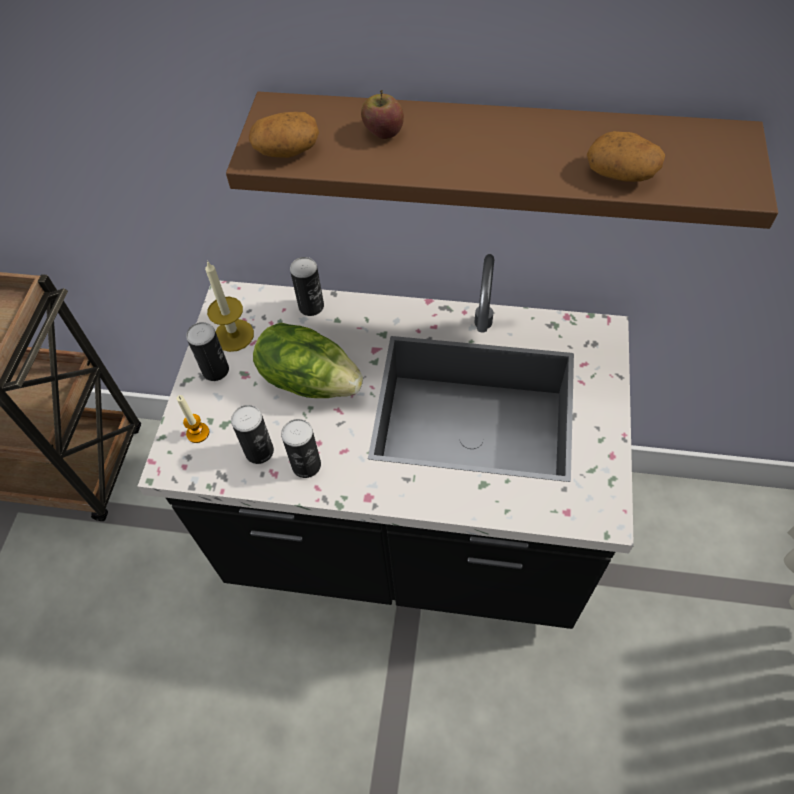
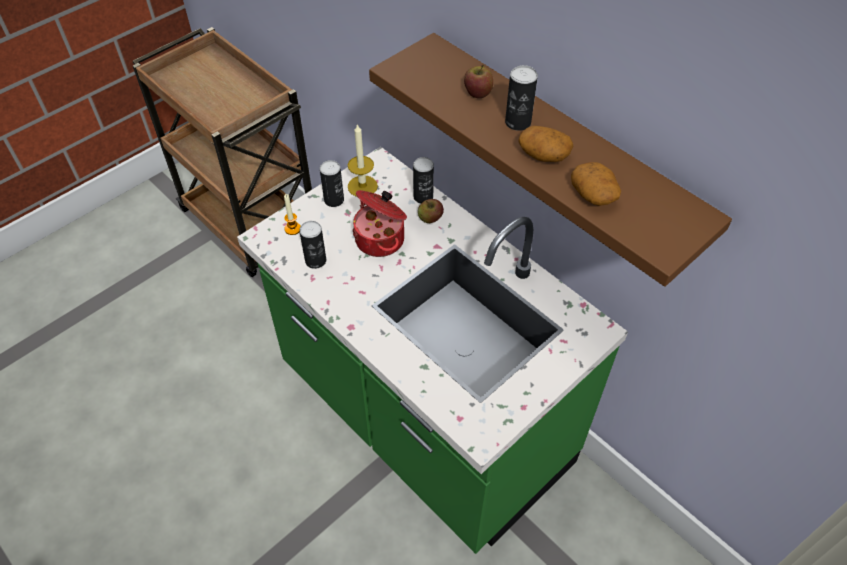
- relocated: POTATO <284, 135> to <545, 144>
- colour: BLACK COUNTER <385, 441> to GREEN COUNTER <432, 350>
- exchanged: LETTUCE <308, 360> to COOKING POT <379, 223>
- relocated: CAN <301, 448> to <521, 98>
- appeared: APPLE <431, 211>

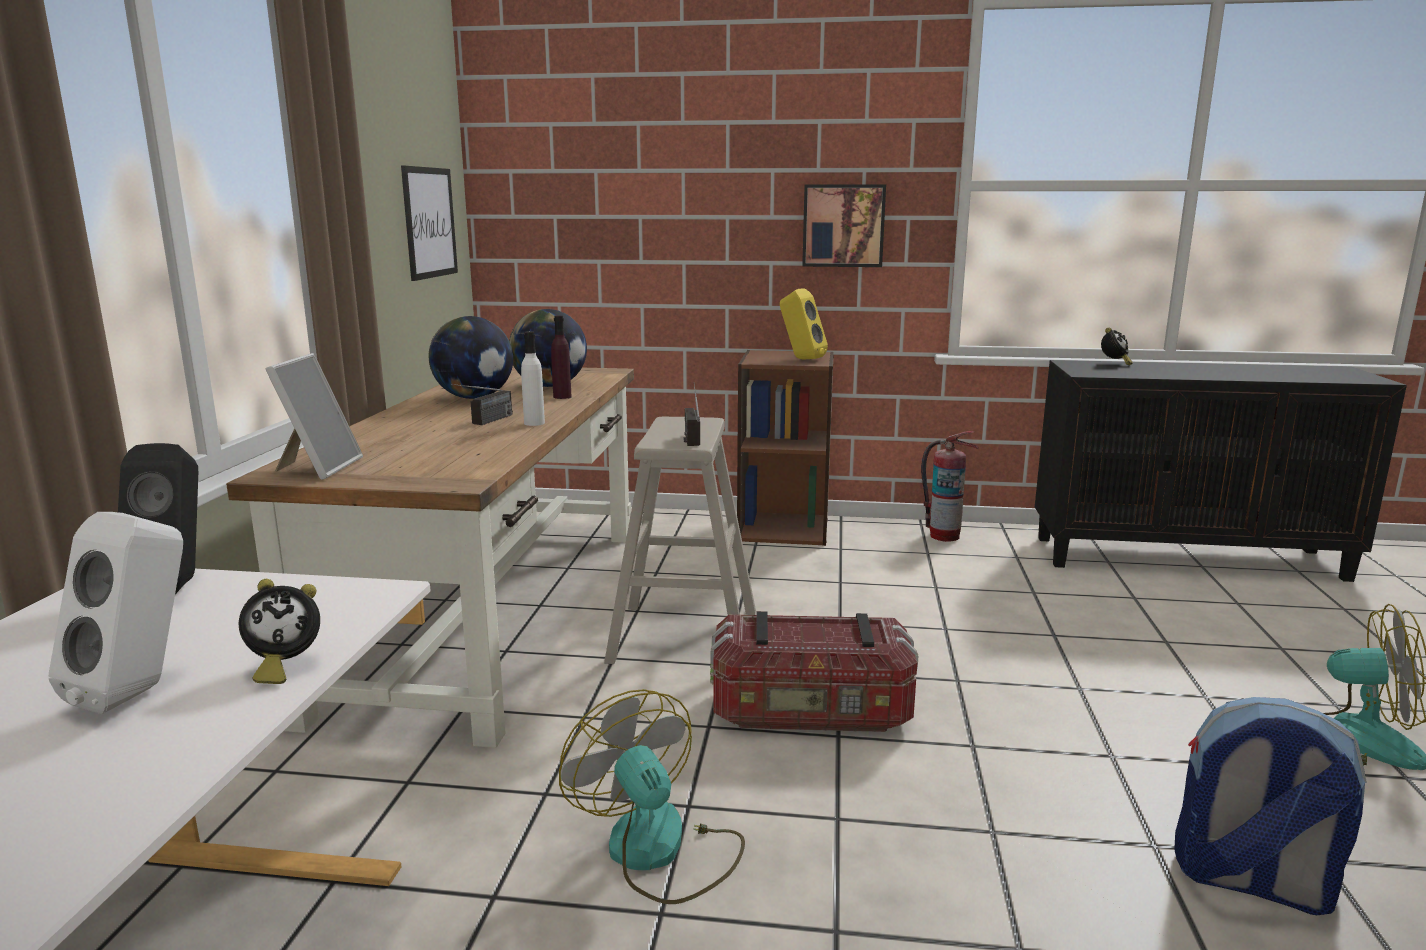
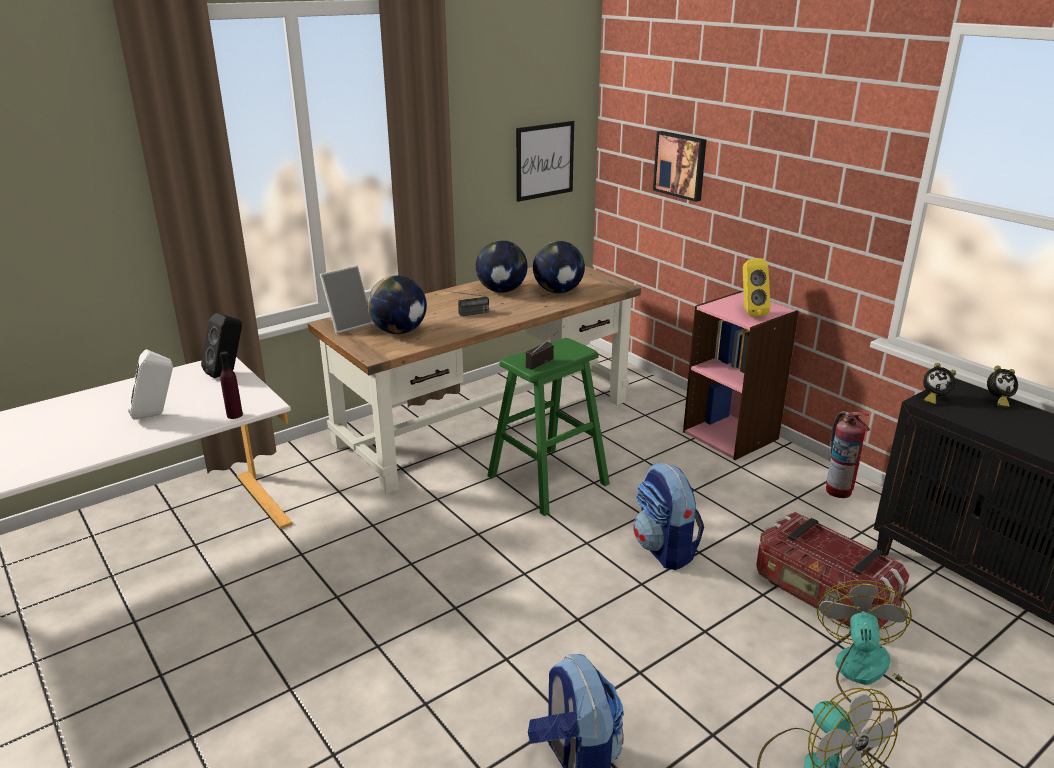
- relocated: PICTURE <844, 225> to <679, 166>
- relocated: PURPLE BOTTLE <561, 357> to <231, 385>
- missing: WHITE BOTTLE <533, 378>
- colour: BROWN BOOKCASE <785, 448> to PINK BOOKCASE <741, 375>
- colour: BEIGE STOOL <680, 540> to GREEN STOOL <548, 427>
- relocated: ALARM CLOCK <279, 631> to <939, 384>
- relocated: STORAGE BOX <814, 671> to <832, 570>
- relocated: FAN <652, 796> to <869, 645>
- appeared: GLOBE <397, 304>
- appeared: BACKPACK <669, 516>

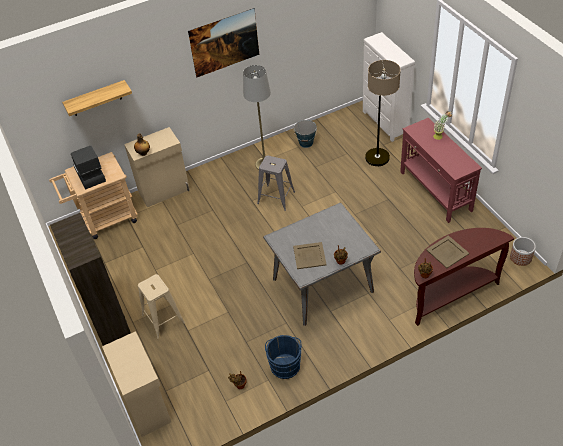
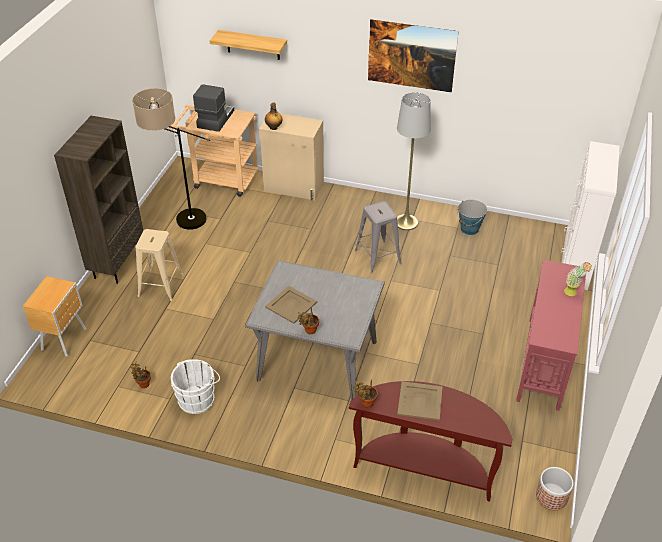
- relocated: FLOOR LAMP <383, 113> to <171, 159>
- exchanged: BEIGE CABINET <136, 384> to BROWN NIGHTSTAND <54, 316>
- colour: BLUE BUCKET <283, 357> to WHITE BUCKET <195, 386>

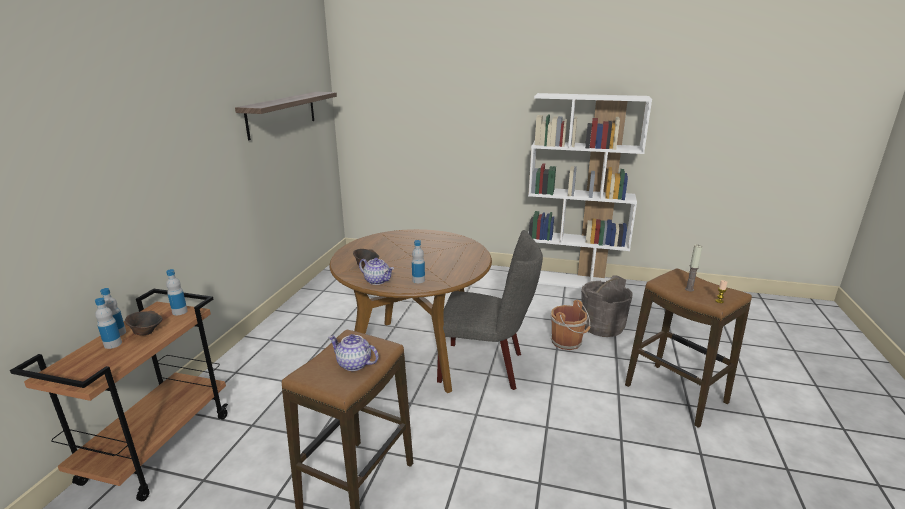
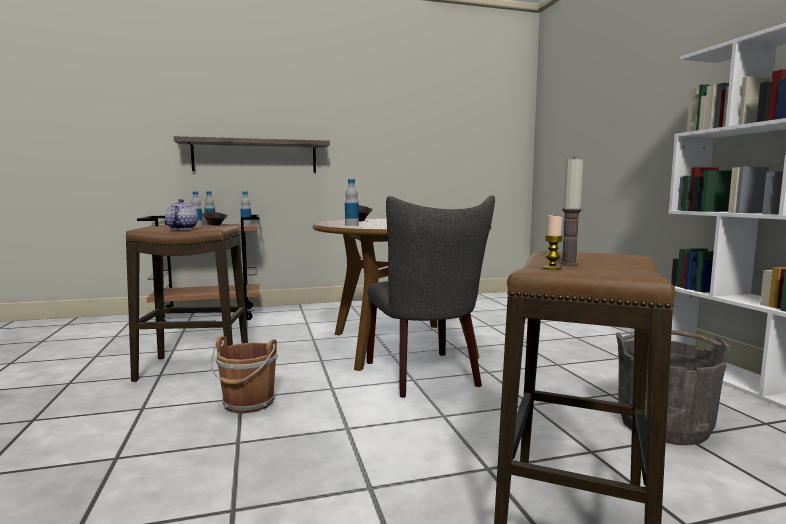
- relocated: SHELF <286, 116> to <251, 154>
- missing: TEAPOT <376, 271>
- relocated: BROWN BUCKET <570, 325> to <244, 374>

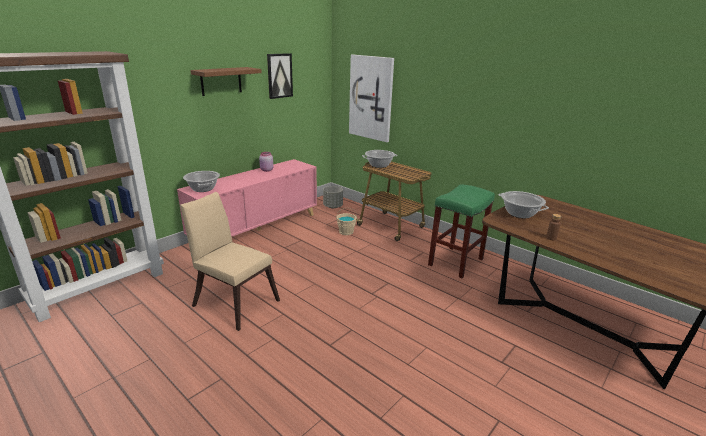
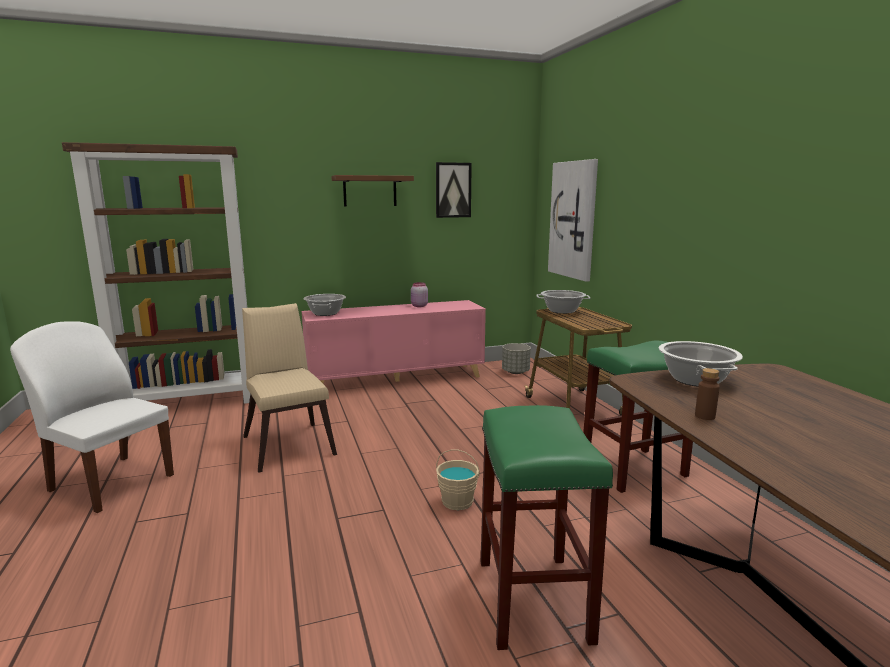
- relocated: BEIGE BUCKET <346, 221> to <458, 480>
- appeared: WHITE CHAIR <92, 417>
- appeared: GREEN STOOL <547, 527>

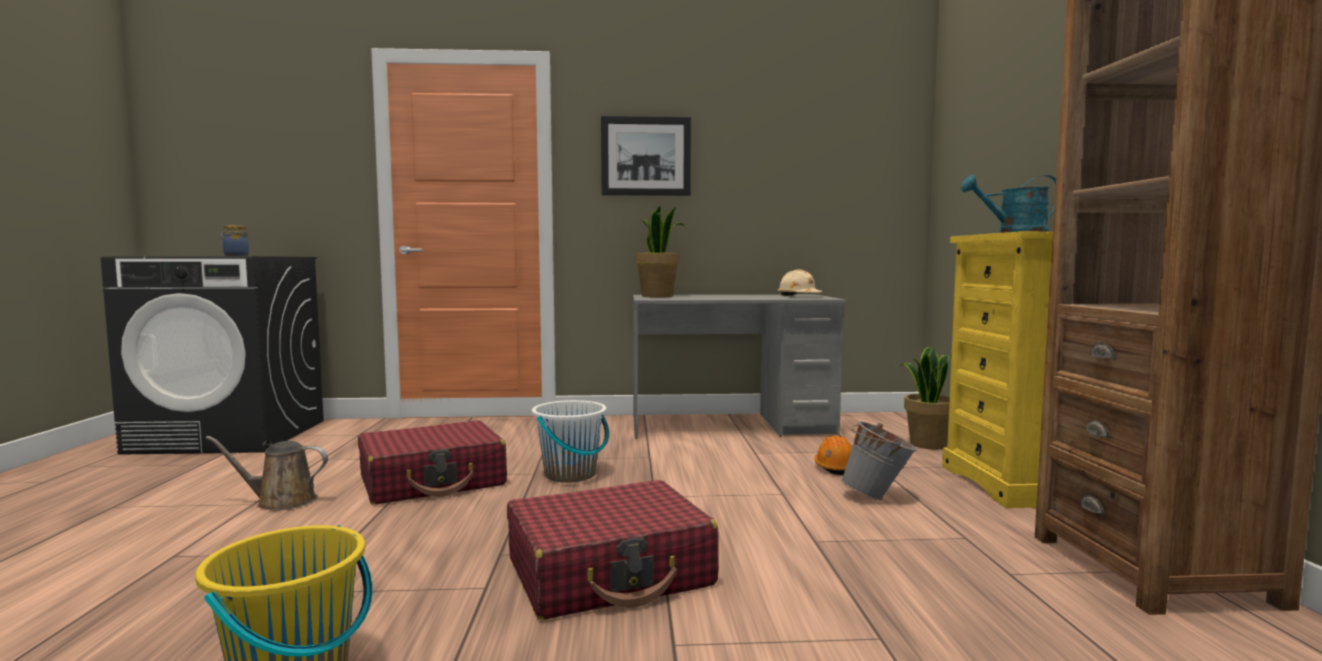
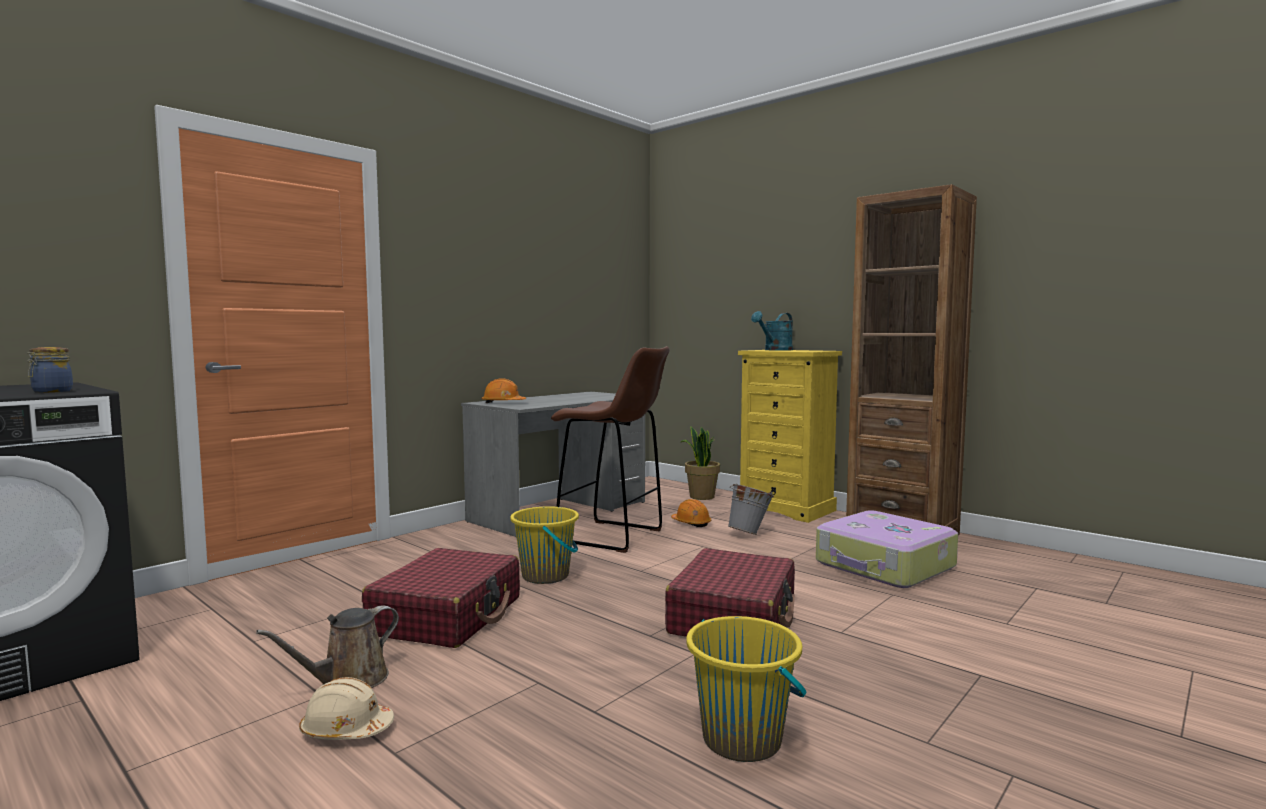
- missing: PICTURE <646, 156>
- exchanged: POTTED PLANT <659, 251> to ORANGE HARD HAT <504, 390>
- relocated: BEIGE HARD HAT <799, 283> to <346, 708>
- colour: WHITE BUCKET <570, 441> to YELLOW BUCKET <544, 545>
- appeared: BROWN STOOL <610, 449>
- appeared: SUITCASE <887, 549>

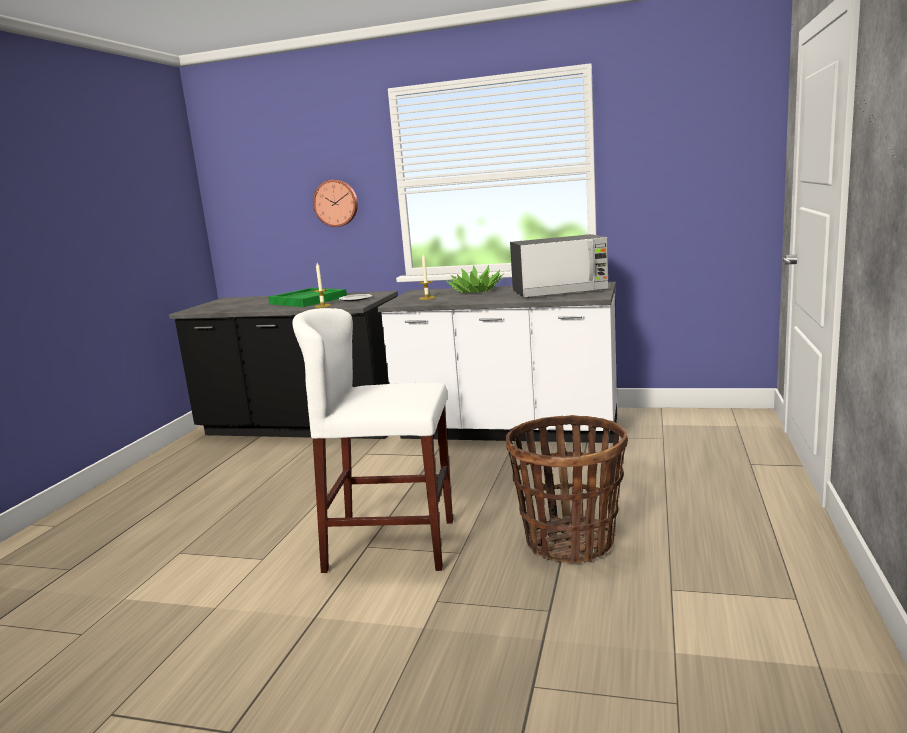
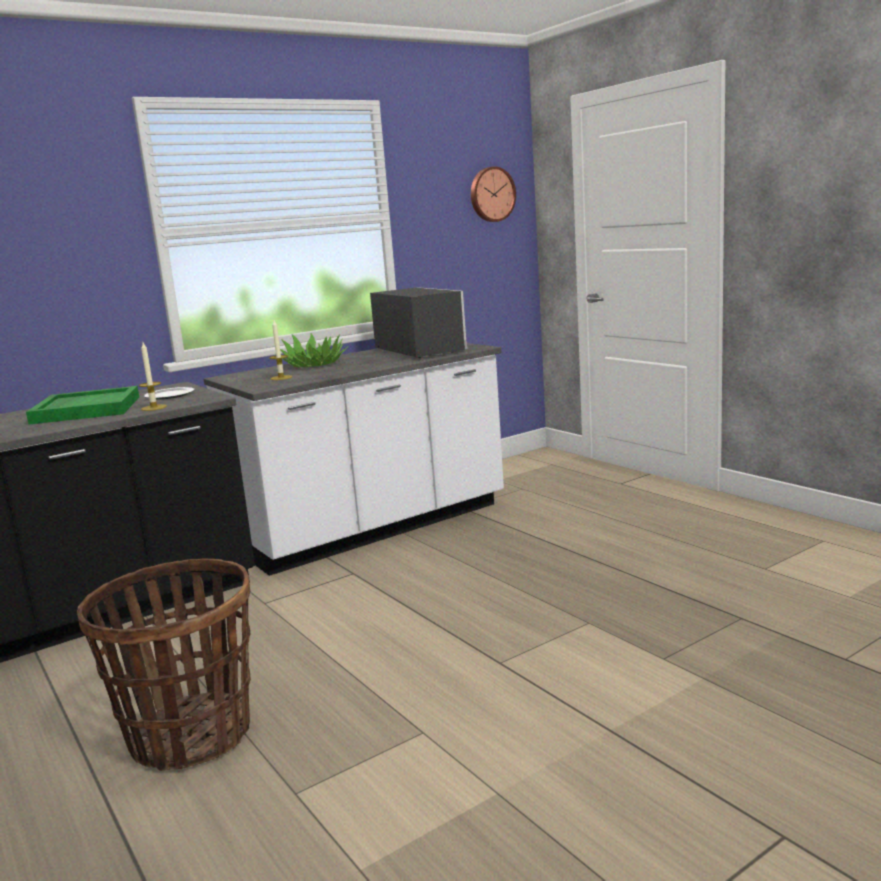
- relocated: WALL CLOCK <335, 203> to <493, 194>
- spun: MICROWAVE <559, 265> = <419, 322> 60 degrees counterclockwise
- missing: WHITE STOOL <373, 440>
- relocated: BASKET <567, 489> to <164, 664>

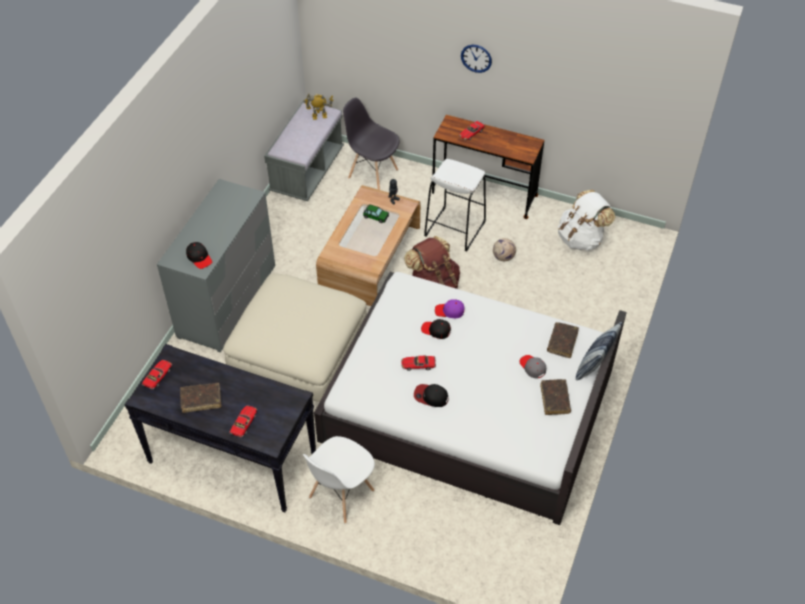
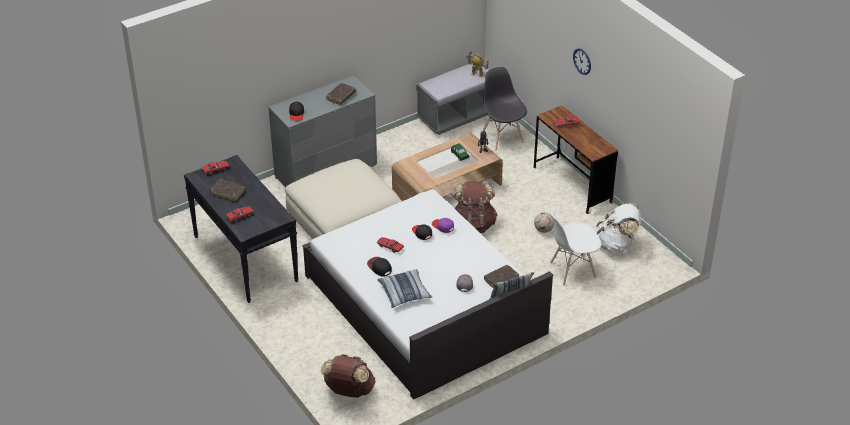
- missing: WHITE STOOL <455, 205>
- relocated: BROWN BOOK <555, 397> to <341, 94>
- relocated: WHITE CHAIR <339, 479> to <575, 248>
- appeared: PILLOW <404, 288>
- appeared: BROWN BACKPACK <348, 376>

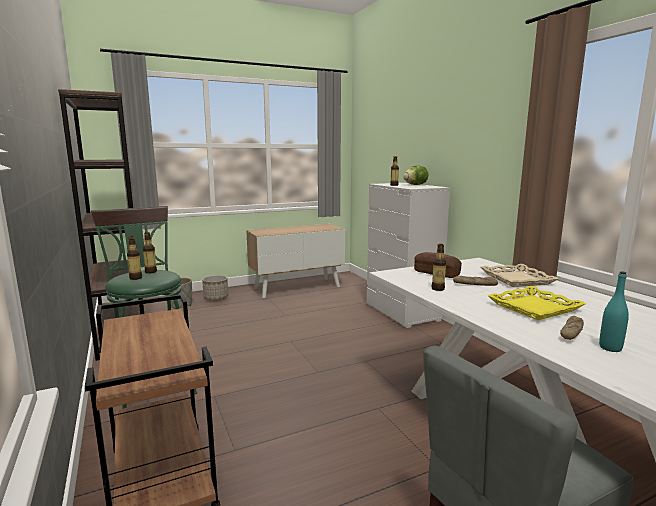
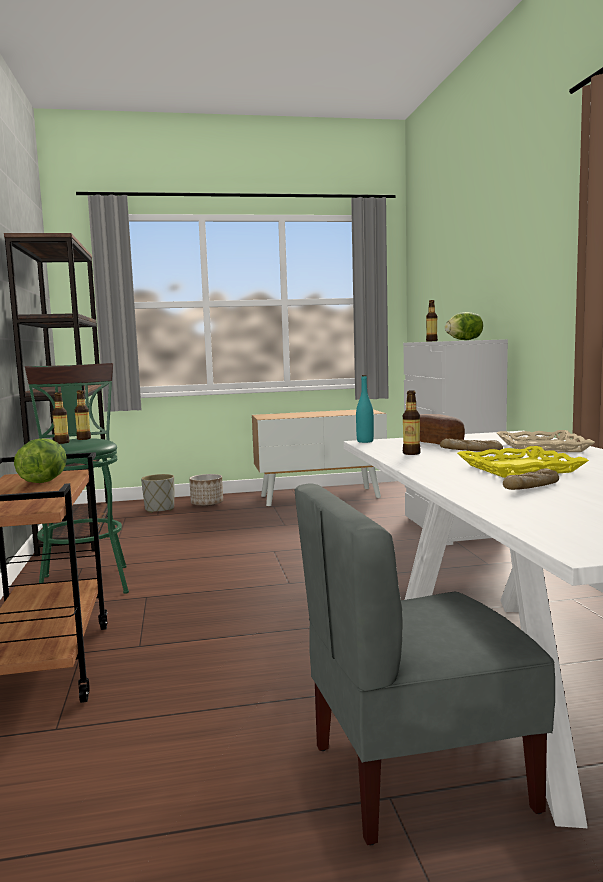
- relocated: TURQUOISE BOTTLE <614, 311> to <365, 409>
- appeared: LETTUCE <40, 460>

